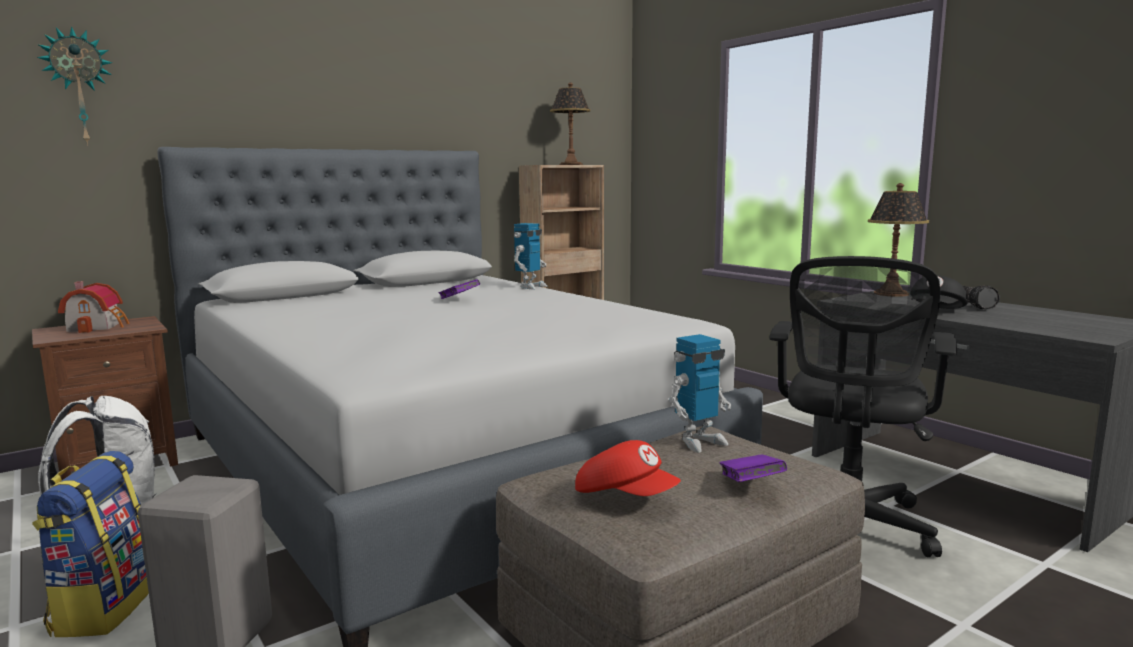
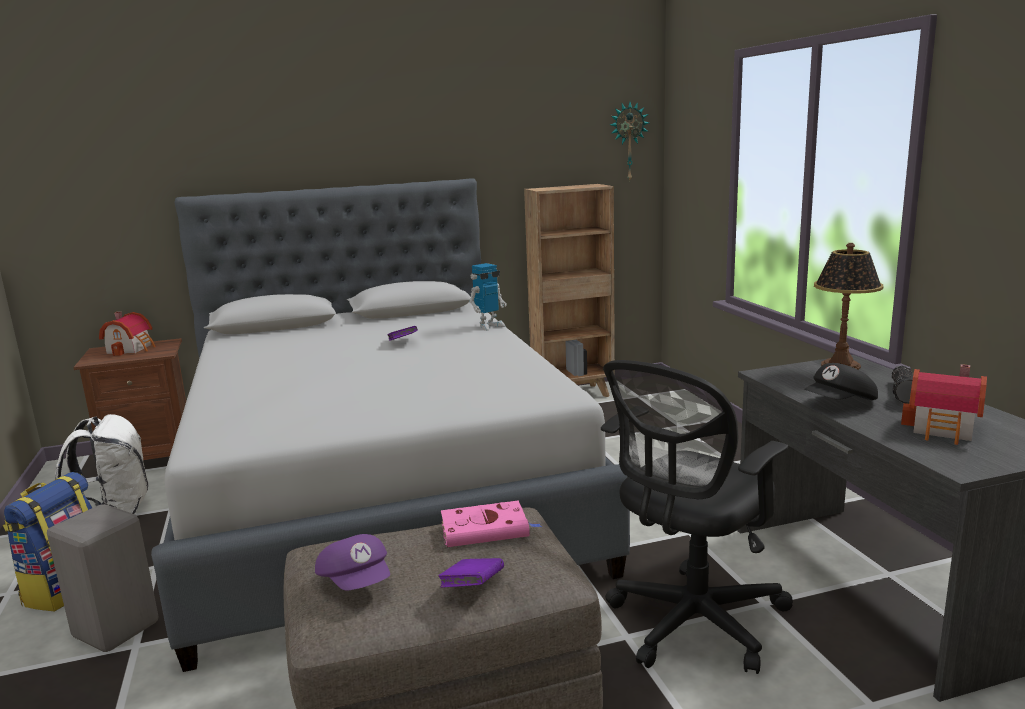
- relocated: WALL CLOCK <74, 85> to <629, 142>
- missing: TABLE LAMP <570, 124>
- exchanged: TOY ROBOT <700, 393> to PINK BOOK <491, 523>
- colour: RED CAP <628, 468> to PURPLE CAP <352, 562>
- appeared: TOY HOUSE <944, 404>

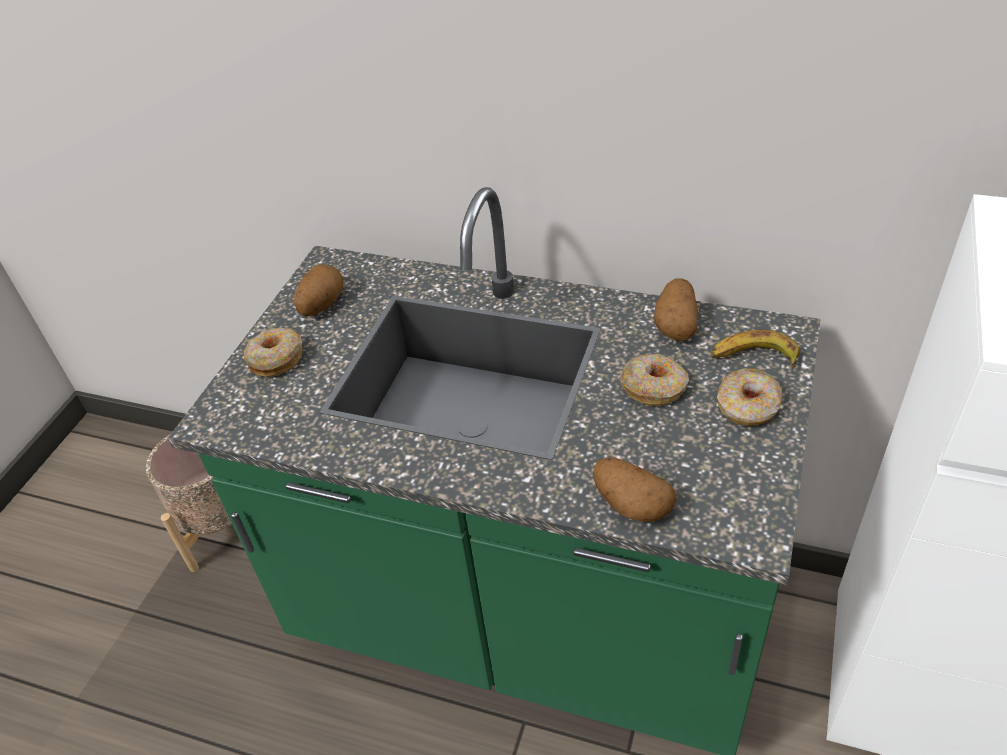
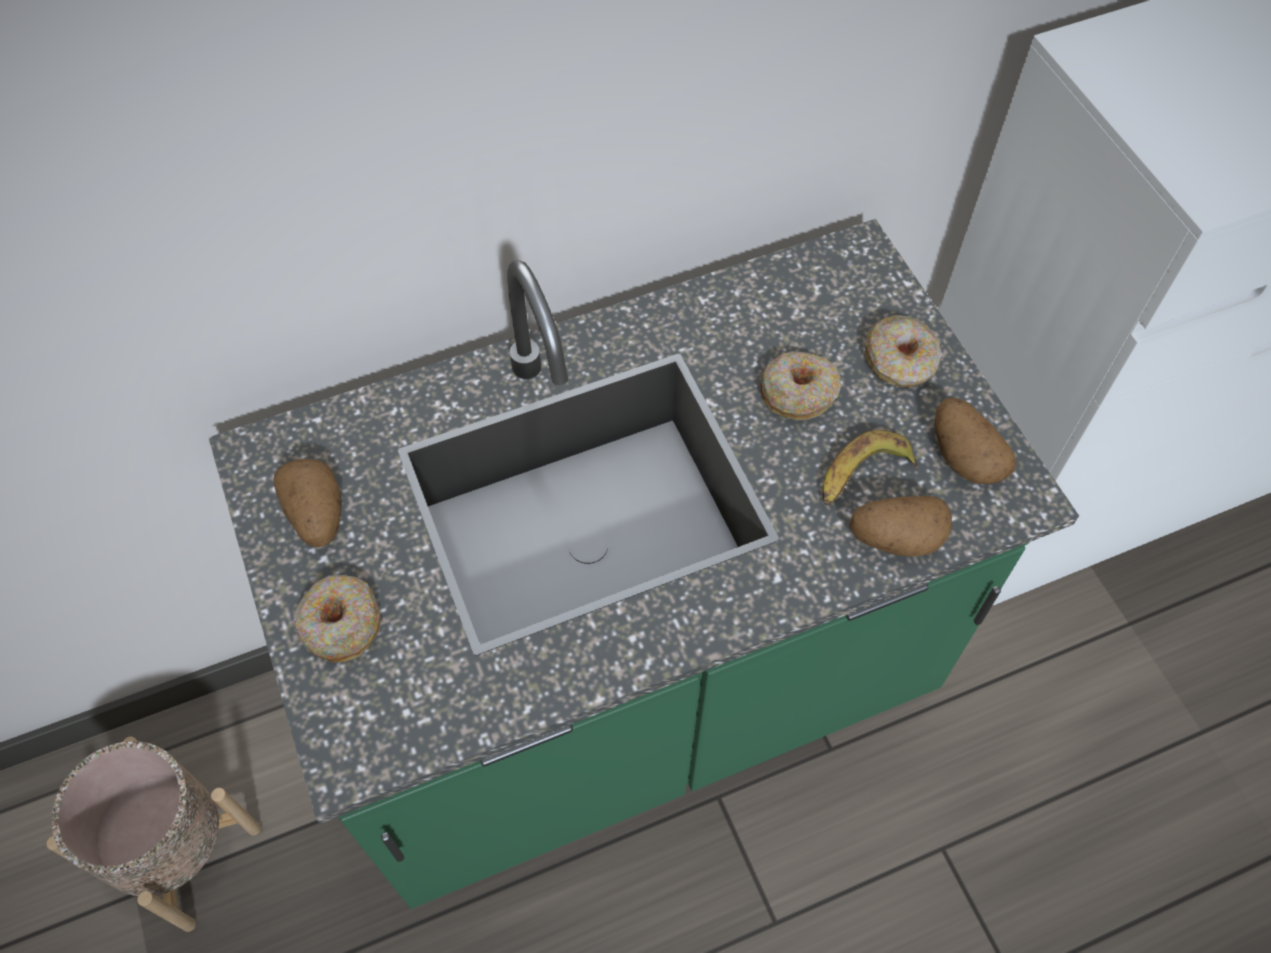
- relocated: POTATO <676, 309> to <975, 441>
- relocated: BANANA <755, 349> to <870, 467>

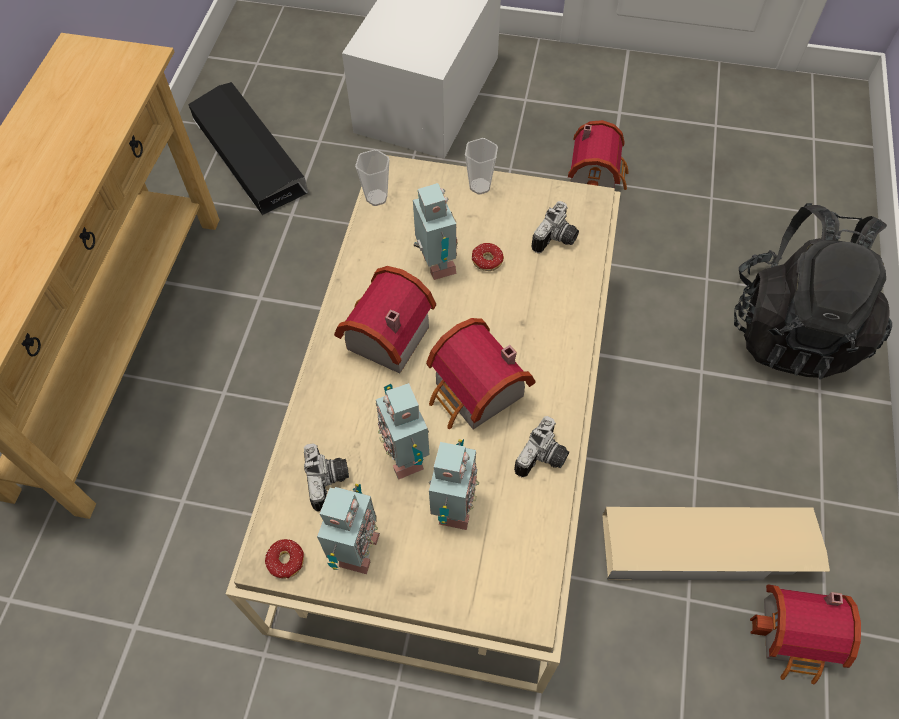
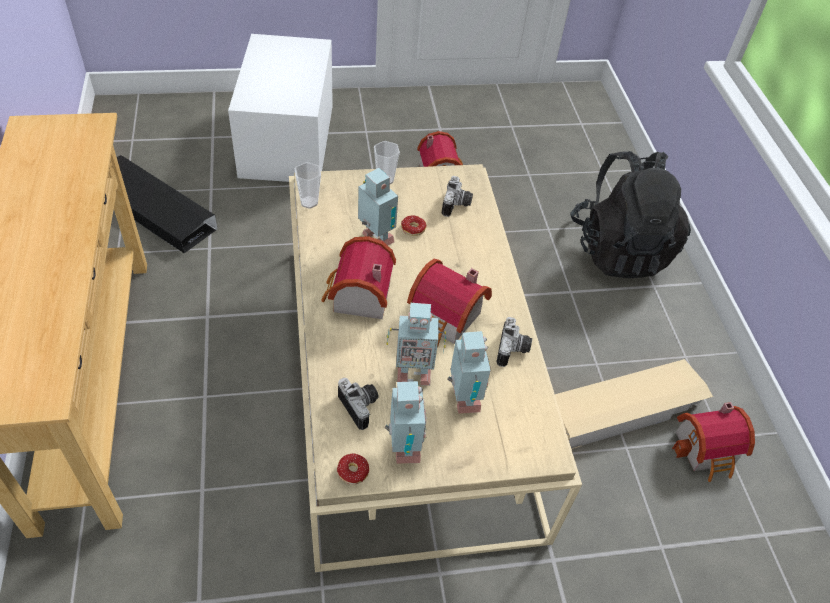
- spun: TOY ROBOT <403, 431> = <416, 344> 45 degrees counterclockwise

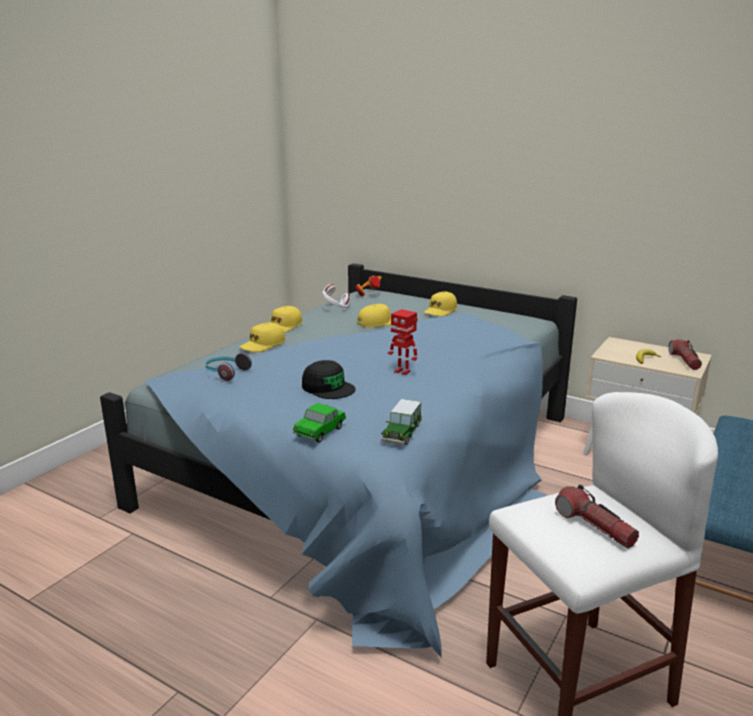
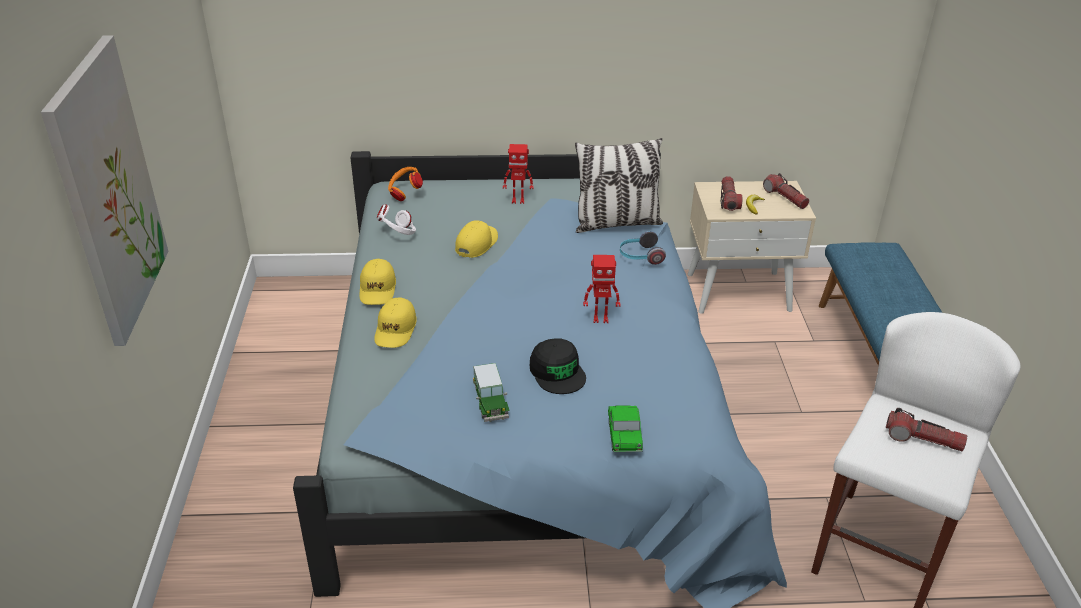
- exchanged: YELLOW CAP <440, 303> to TOY ROBOT <518, 174>
- relocated: HEADPHONES <228, 367> to <643, 248>
- spun: BLACK CAP <329, 379> = <558, 366> 60 degrees clockwise
- relocated: TOY CAR <401, 422> to <491, 392>
- appeared: PICTURE <104, 190>
- appeared: PILLOW <619, 185>
- appeared: FLASHLIGHT <732, 193>

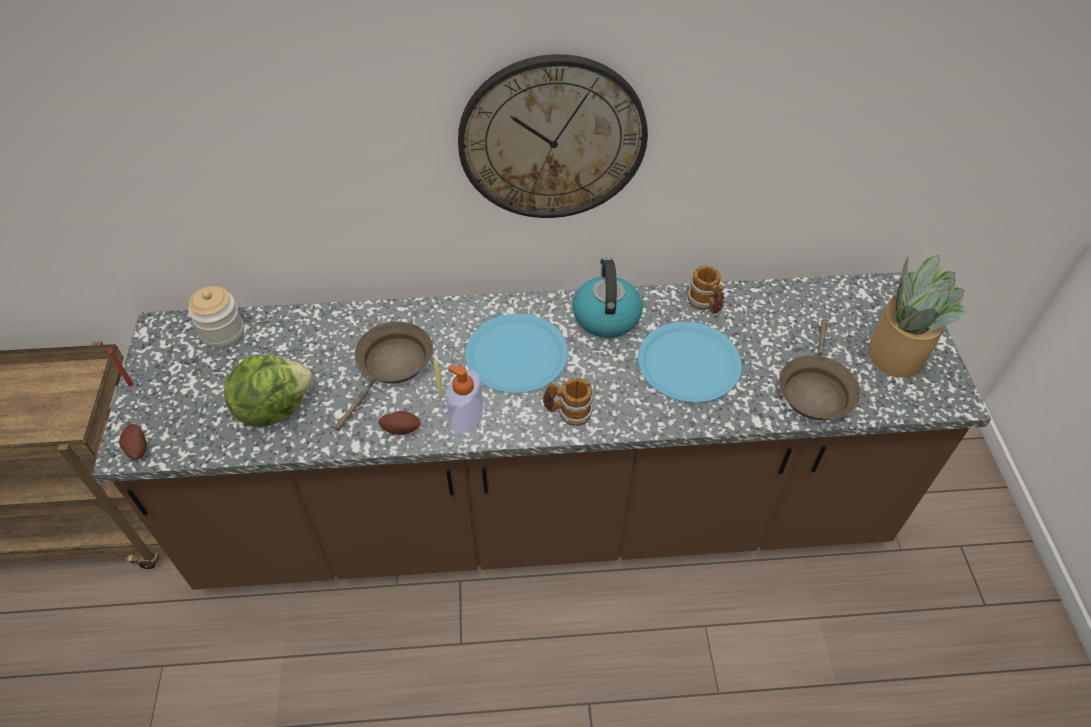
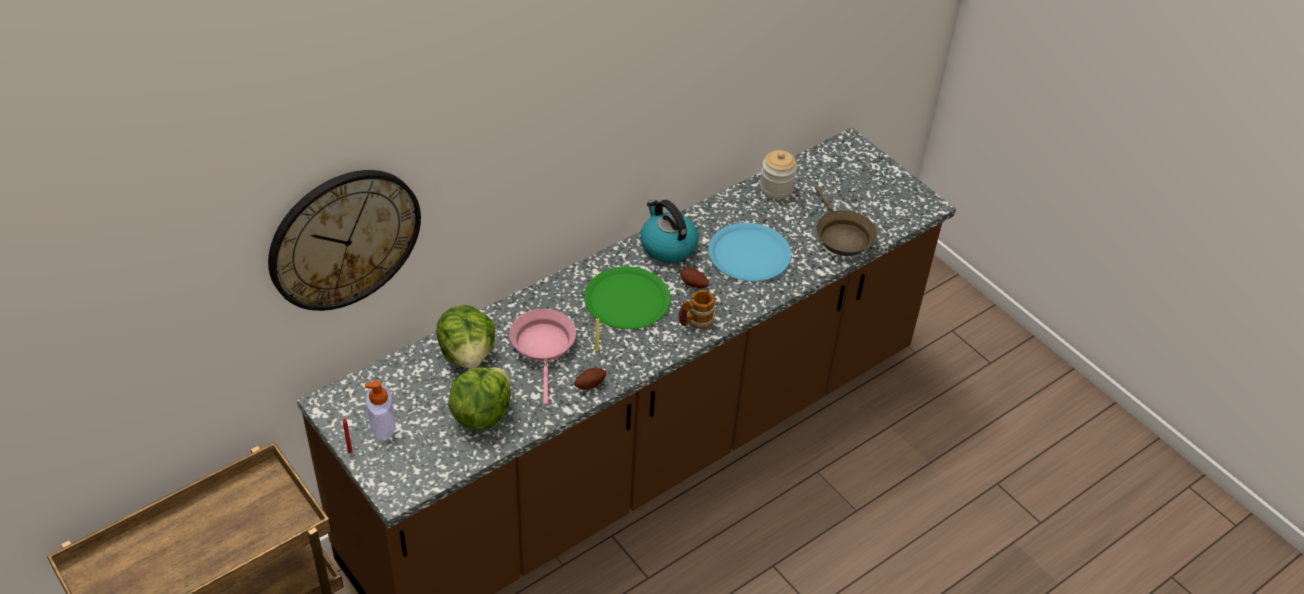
- relocated: WALL CLOCK <553, 136> to <344, 240>
- missing: POTTED PLANT <916, 316>
- missing: MUG <705, 290>
- relocated: JAR <216, 317> to <778, 174>
- colour: BLUE PLATE <516, 353> to GREEN PLATE <627, 298>
- colour: BROWN FRYING PAN <383, 376> to PINK FRYING PAN <542, 357>
- relocated: SOAP DISPENSER <464, 399> to <380, 411>
- relocated: POTATO <133, 442> to <694, 278>
- appeared: LETTUCE <465, 337>

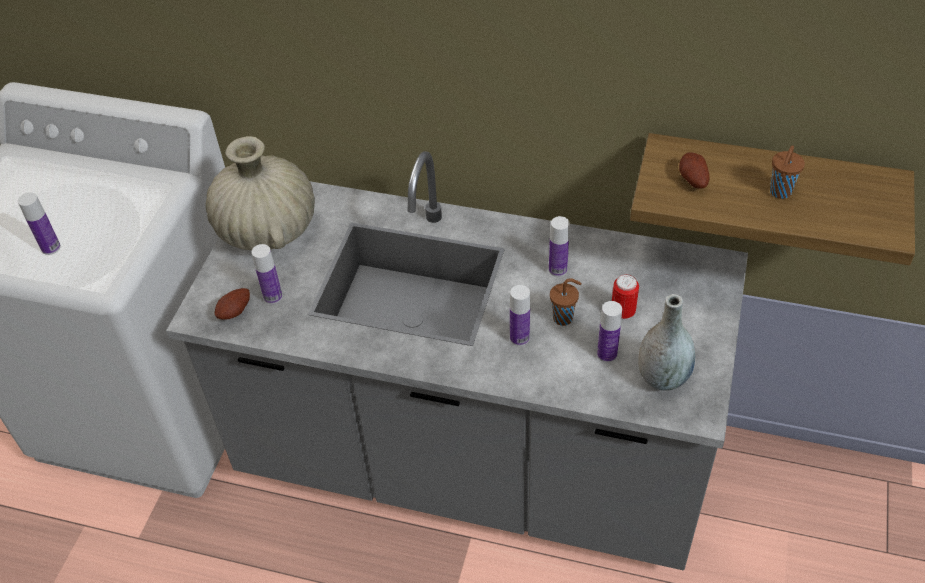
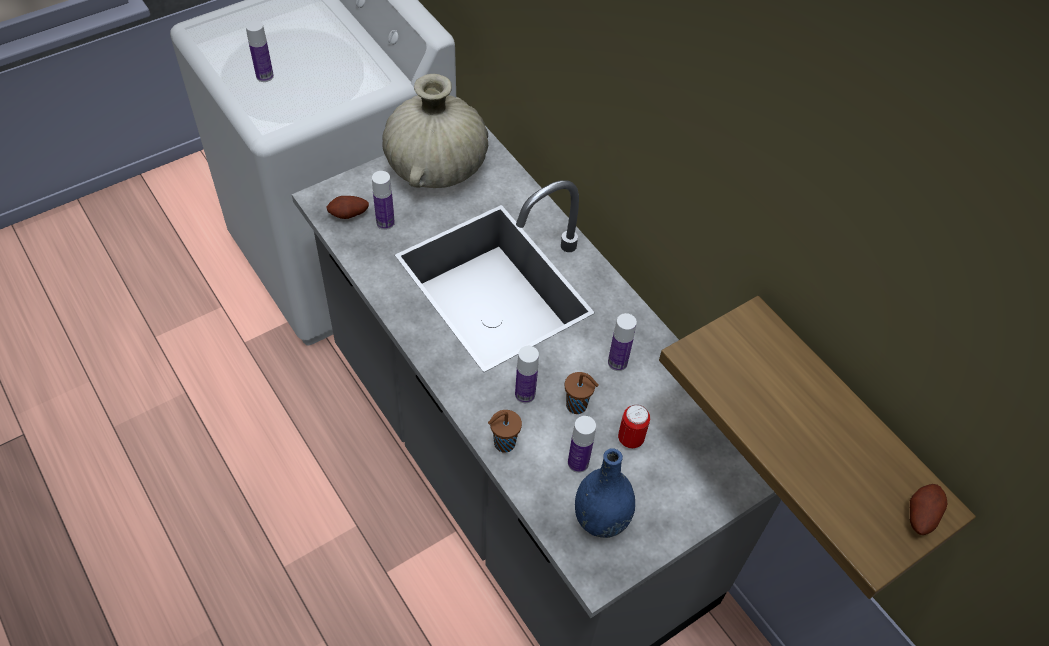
- relocated: BROWN CUP <787, 172> to <505, 431>
- relocated: POTATO <694, 170> to <928, 509>
- colour: GREY VASE <666, 342> to BLUE VASE <605, 493>

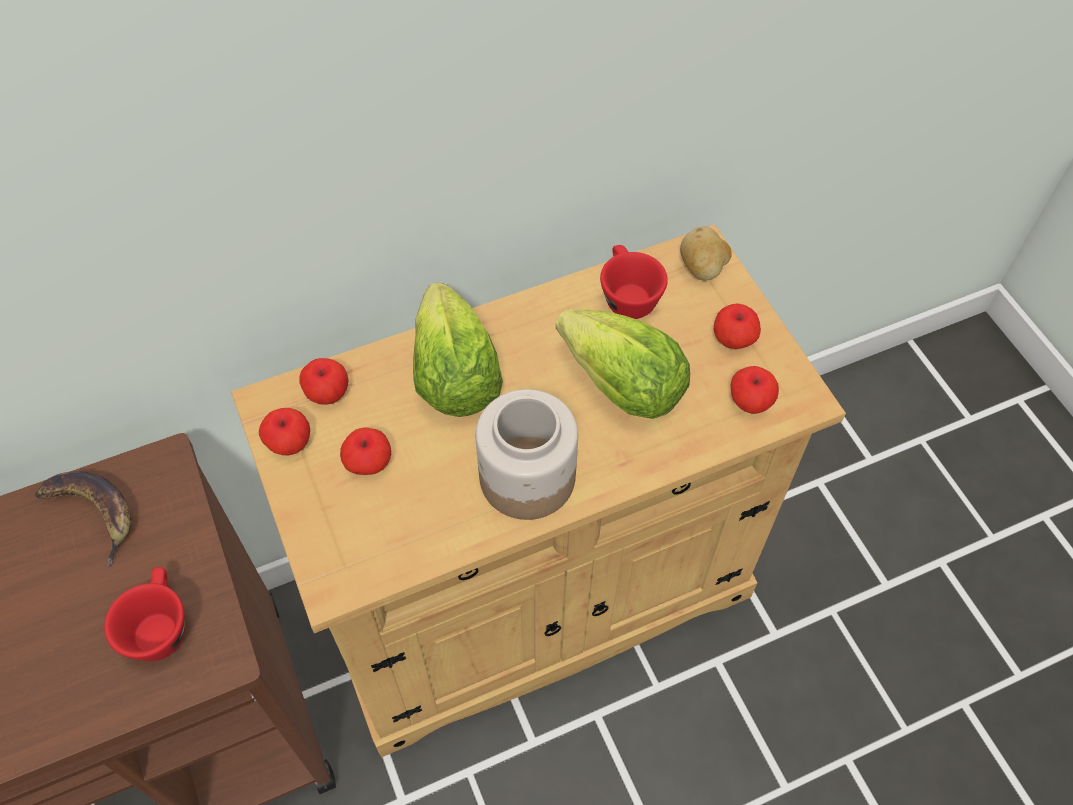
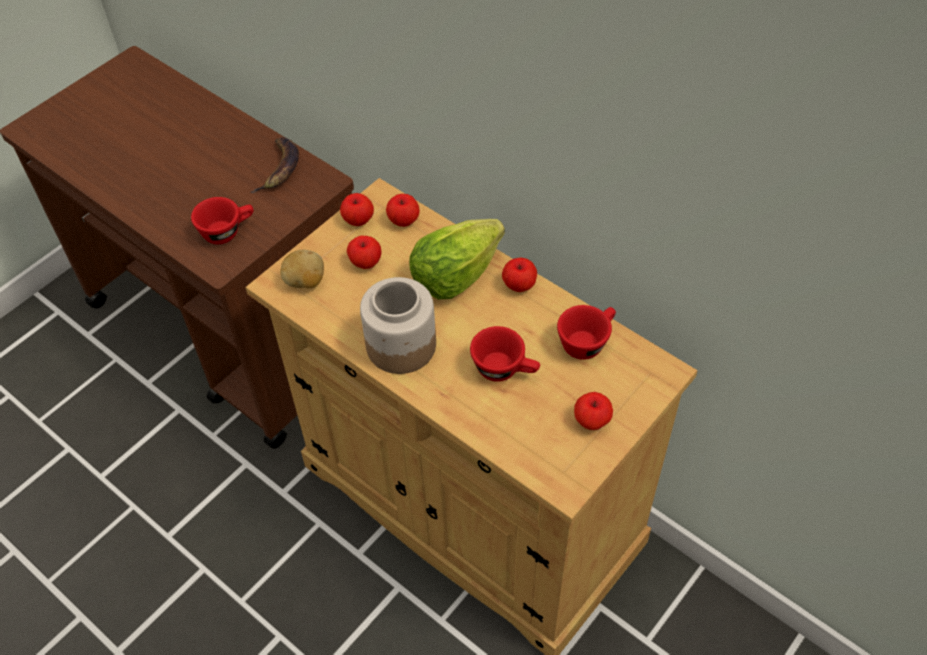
- relocated: POTATO <706, 253> to <302, 269>
- exchanged: LETTUCE <623, 364> to RED CUP <505, 354>
- relocated: APPLE <755, 390> to <519, 274>

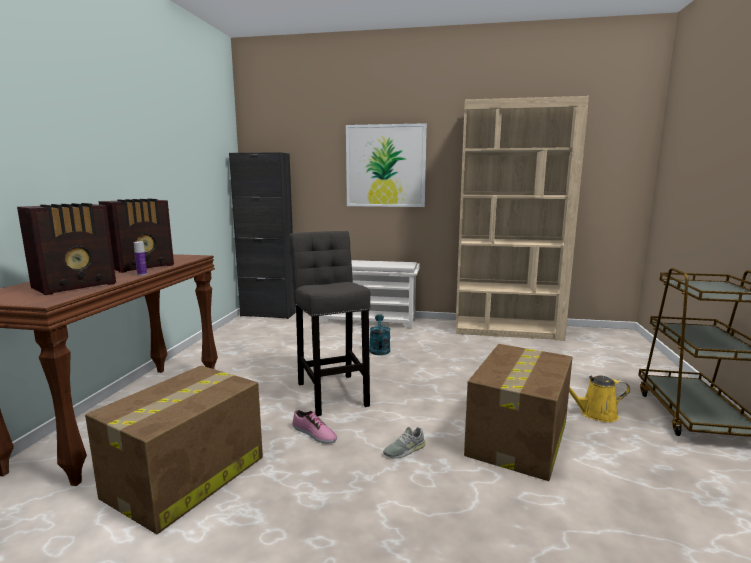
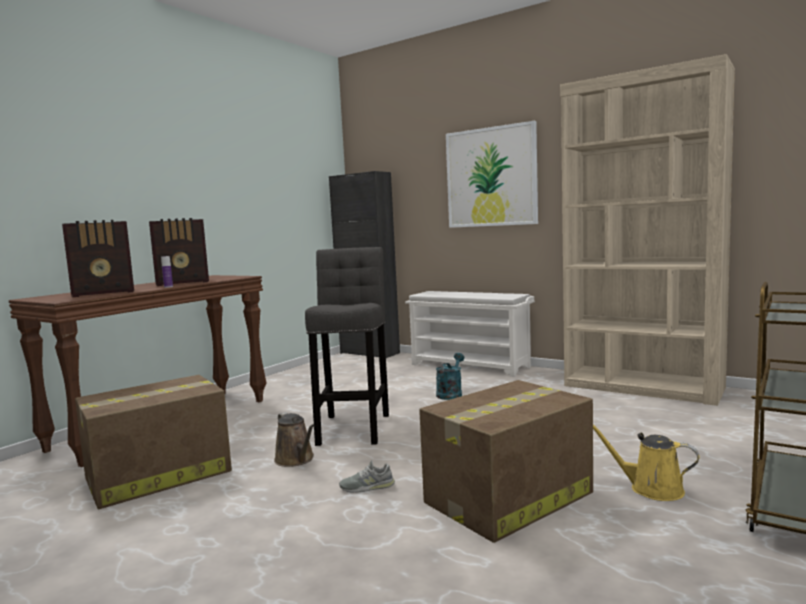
- exchanged: SHOE <314, 427> to BROWN WATERING CAN <294, 439>

